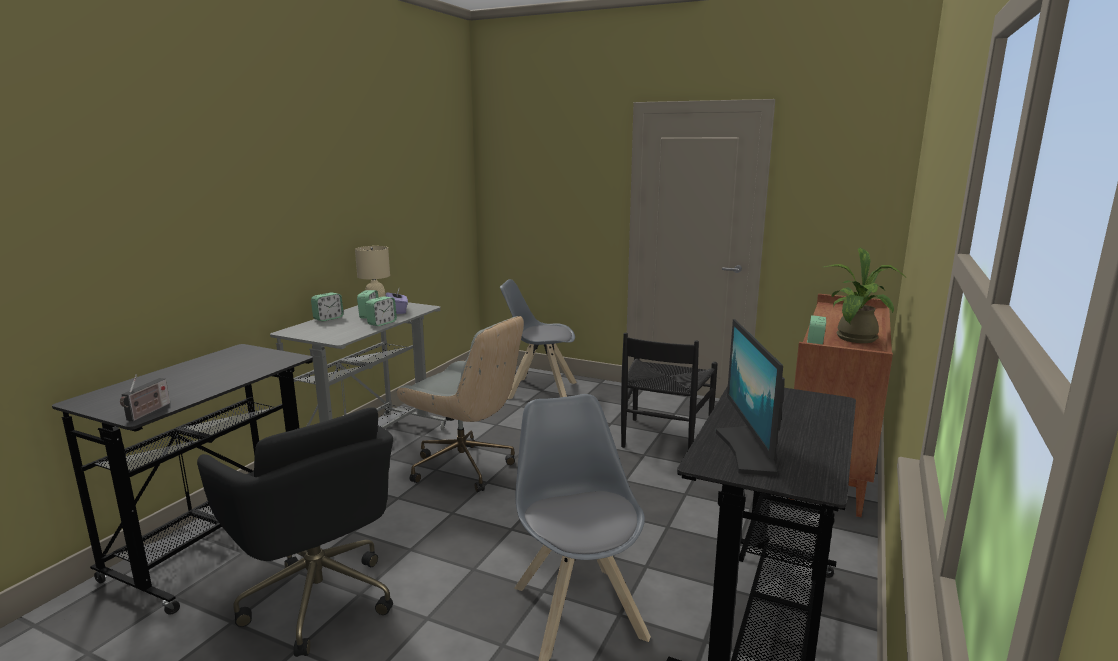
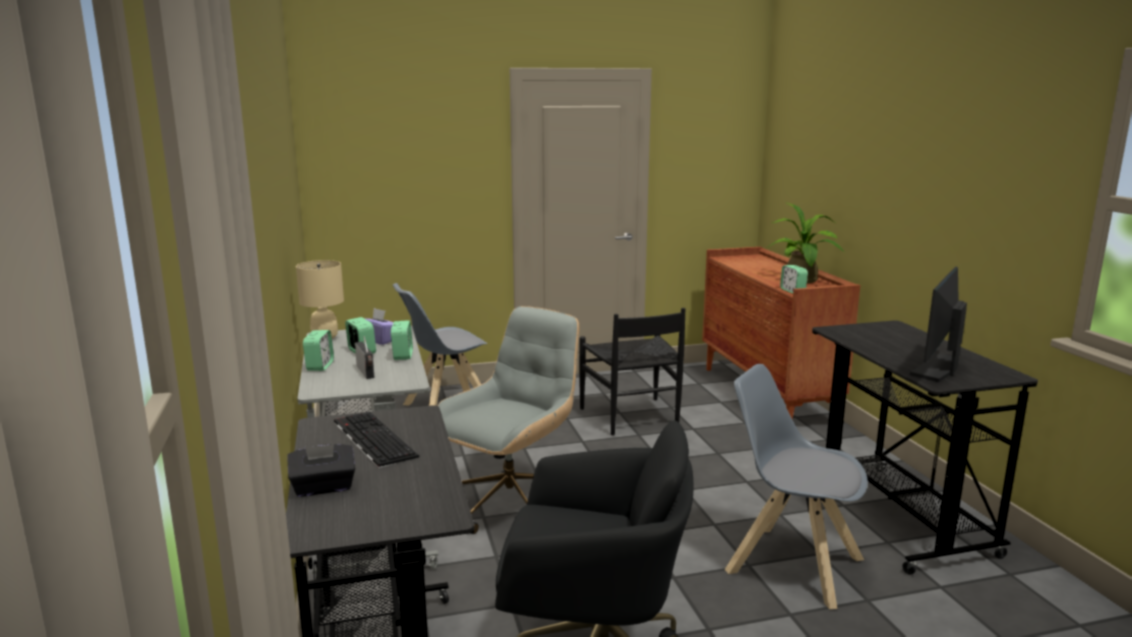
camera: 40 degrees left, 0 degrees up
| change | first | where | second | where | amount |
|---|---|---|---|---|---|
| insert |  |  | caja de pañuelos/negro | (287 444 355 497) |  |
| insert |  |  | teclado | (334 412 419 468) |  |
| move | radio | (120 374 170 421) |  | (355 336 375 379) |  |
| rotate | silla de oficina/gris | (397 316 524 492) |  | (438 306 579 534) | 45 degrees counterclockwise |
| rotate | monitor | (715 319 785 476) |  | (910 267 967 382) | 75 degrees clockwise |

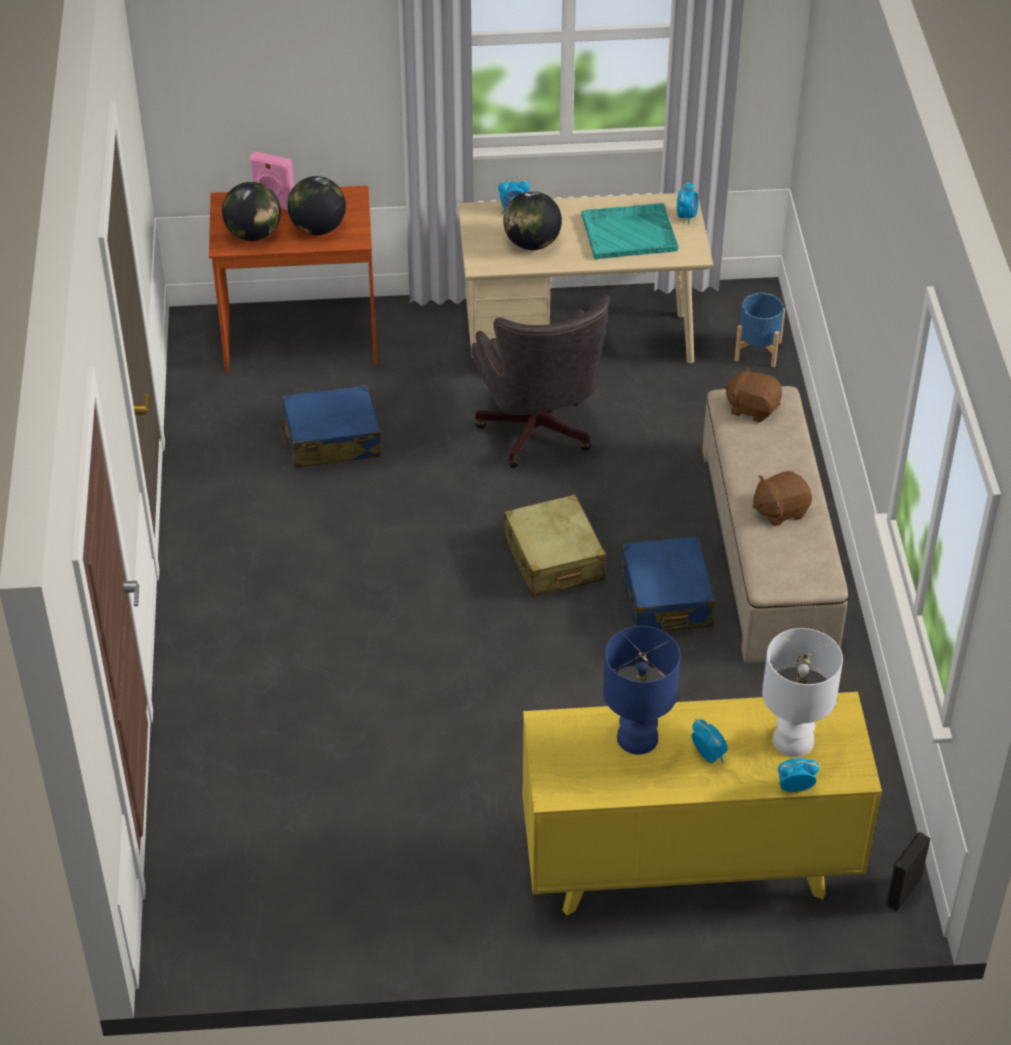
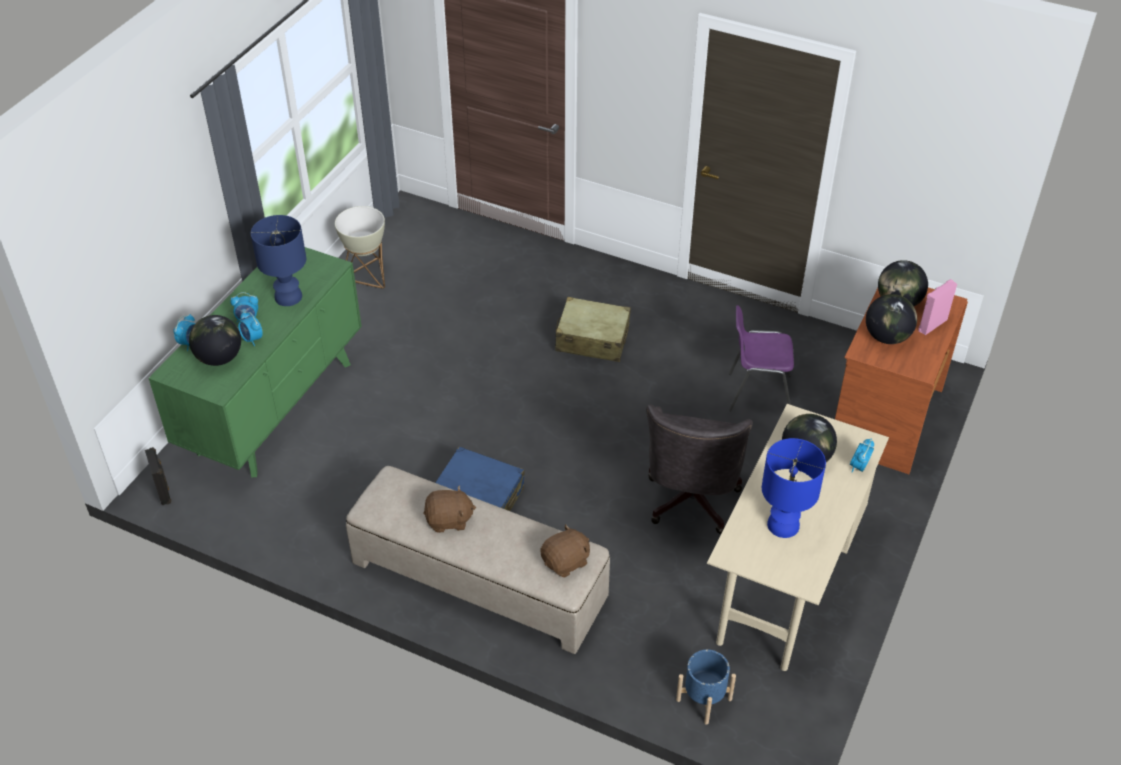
camera: 120 degrees right, 0 degrees up
| change | first | where | second | where | amount |
|---|---|---|---|---|---|
| recolor | cómoda/amarillo | (523 692 882 916) | cómoda/verde | (148 247 362 478) |  |
| replace | lámpara de mesa/blanco | (762 628 843 757) | globo terráqueo | (189 315 241 366) |  |
| move | despertador | (677 182 698 225) |  | (238 311 263 346) |  |
| insert |  |  | maceta | (335 206 385 289) |  |
| rotate | peluche/marrón | (752 471 812 526) |  | (423 485 476 533) | 75 degrees clockwise |
| move | maleta/beis | (504 494 606 597) |  | (555 297 631 362) |  |
| rotate | silla de oficina/gris | (472 295 610 468) |  | (646 404 753 534) | 90 degrees counterclockwise |
| replace | maleta/azul | (280 385 381 468) | silla/morado | (729 305 794 411) |  |
| replace | bandeja/turquesa | (581 203 678 260) | lámpara de mesa/azul | (762 438 826 538) |  |

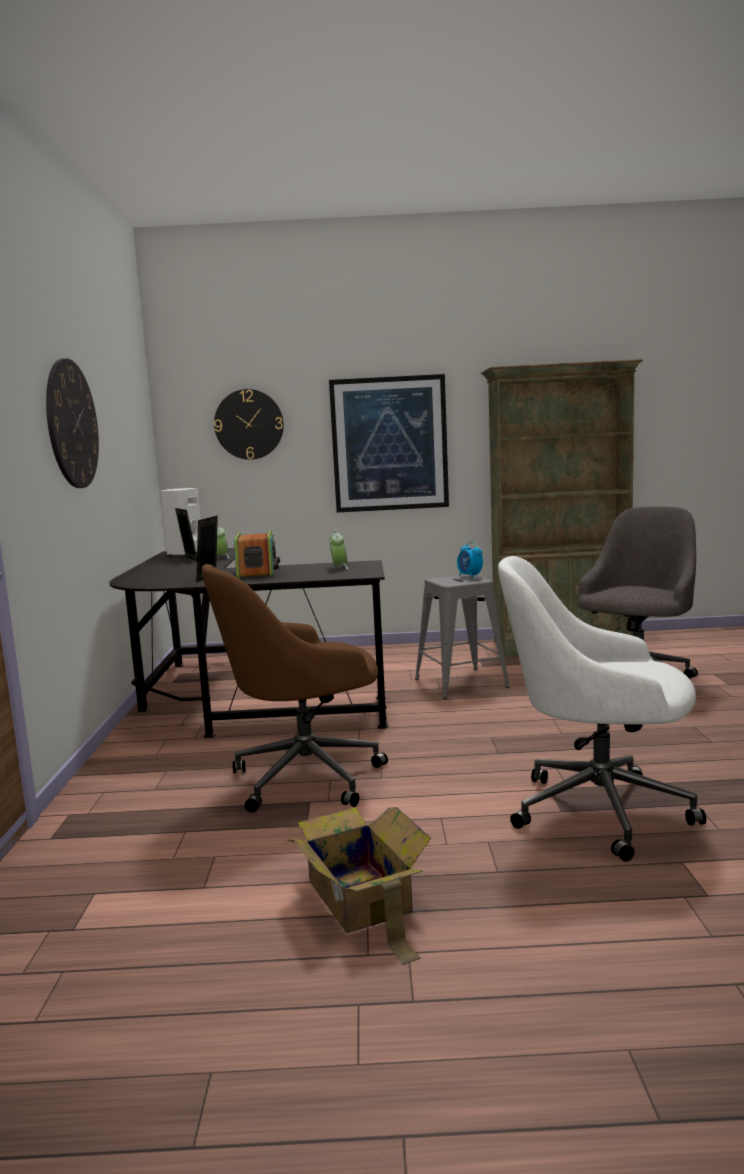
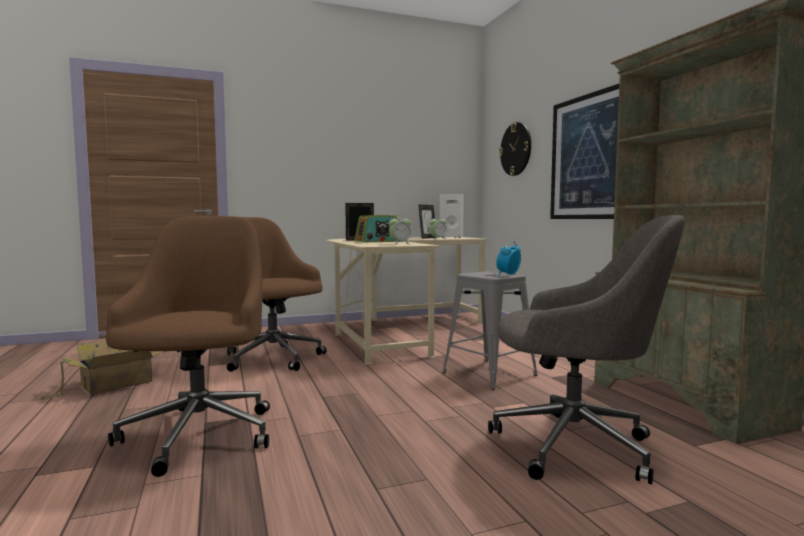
camera: 70 degrees right, 5 degrees down
| change | first | where | second | where | amount |
|---|---|---|---|---|---|
| recolor | silla de oficina/blanco | (498 556 706 862) | silla de oficina/marrón | (106 216 270 477) |  |
| recolor | escritorio/negro | (109 548 389 738) | escritorio/beis | (327 237 488 365) |  |
| delete | reloj de pared | (46 358 99 488) |  |  |  |

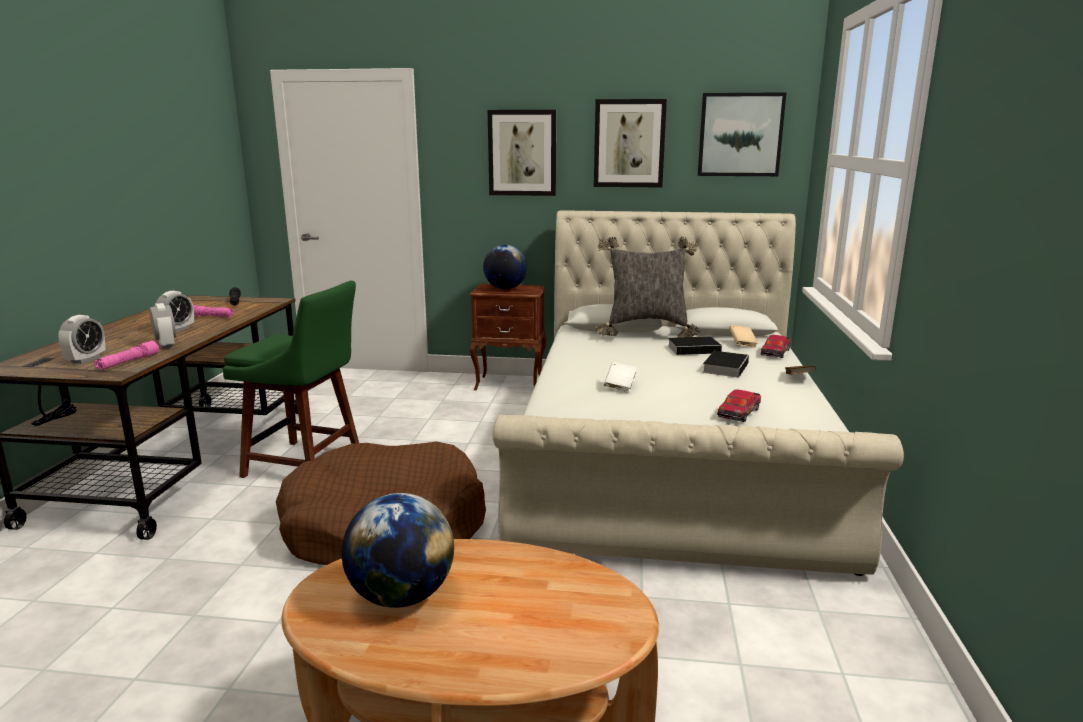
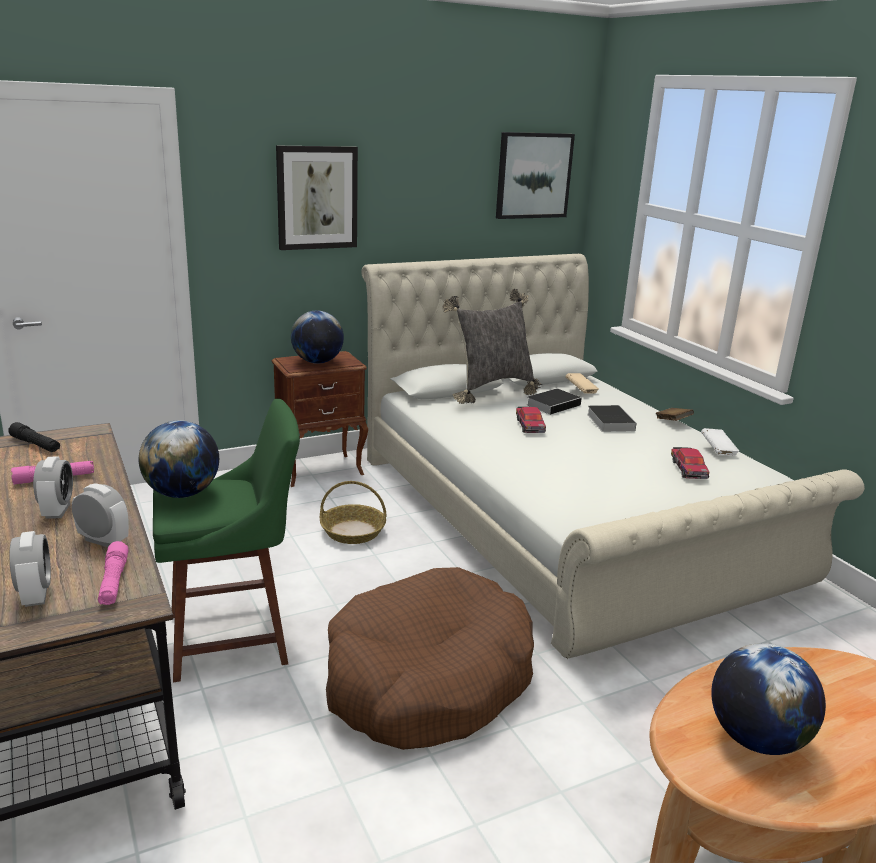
camera: 35 degrees left, 5 degrees up
| change | first | where | second | where | amount |
|---|---|---|---|---|---|
| insert |  |  | globo terráqueo | (139 420 219 498) |  |
| insert |  |  | cesta | (320 481 387 544) |  |
| move | coche de juguete | (761 335 791 358) |  | (516 407 546 433) |  |
| move | libro/blanco | (604 362 637 393) |  | (701 428 739 456) |  |
| delete | cuadro | (594 99 667 187) |  |  |  |

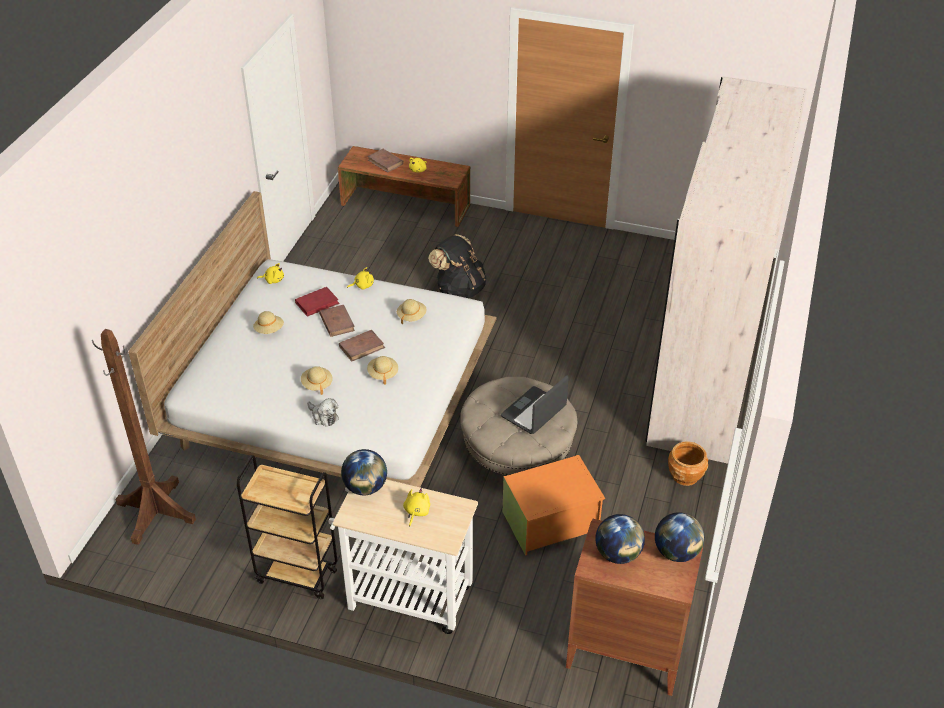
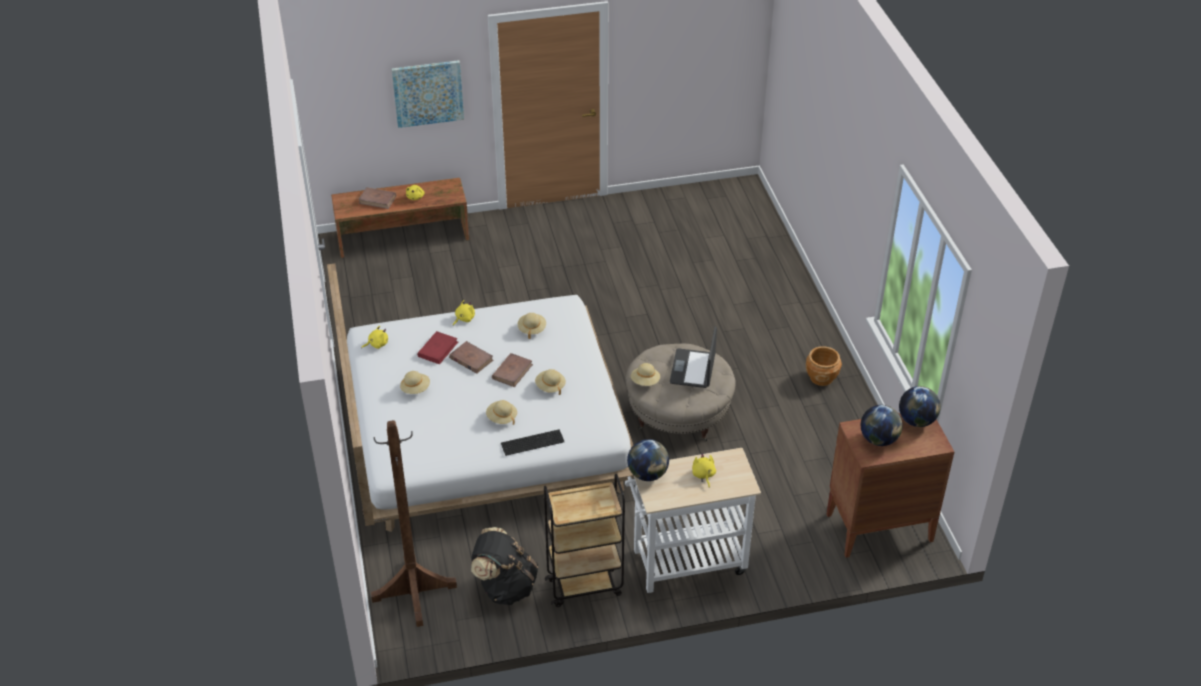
camera: 30 degrees left, 0 degrees up
| change | first | where | second | where | amount |
|---|---|---|---|---|---|
| insert |  |  | cuadro | (392 60 464 128) |  |
| move | mochila/negro | (428 234 486 298) |  | (471 527 538 605) |  |
| replace | peluche | (307 398 339 426) | teclado | (501 429 564 456) |  |
| insert |  |  | sombrero/beis | (631 363 660 386) |  |
| delete | caja de almacenaje/naranja | (503 455 605 556) |  |  |  |
| delete | armario ropero/beis | (645 76 807 464) |  |  |  |

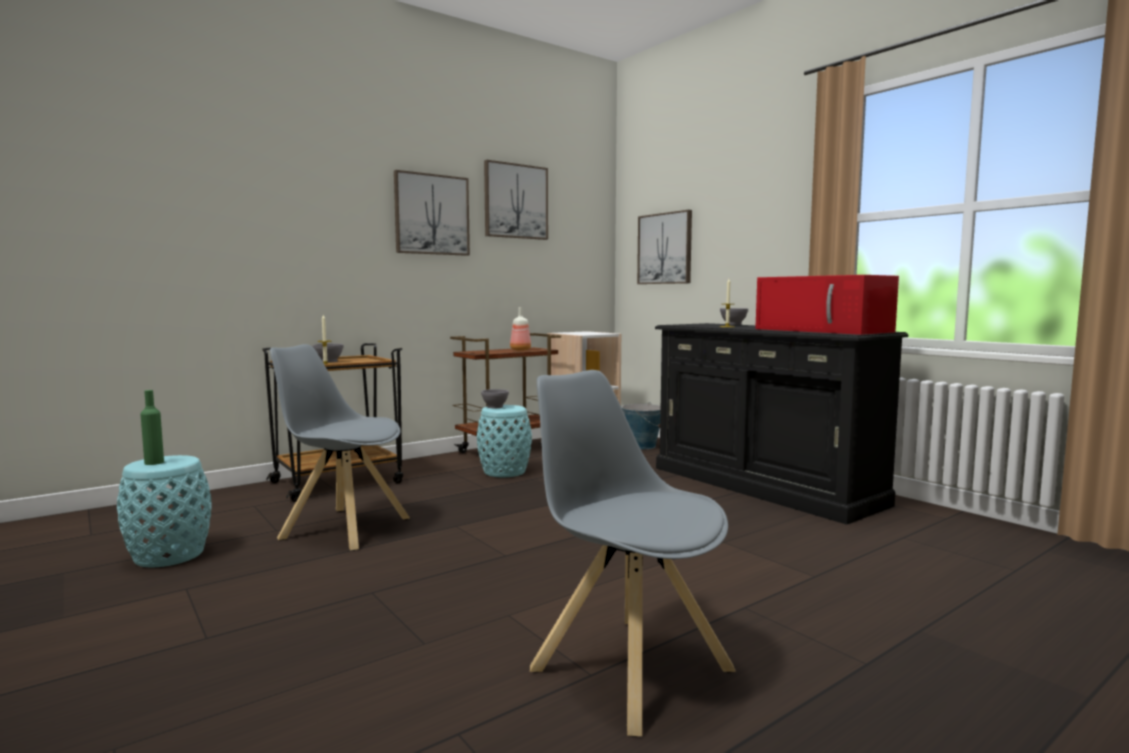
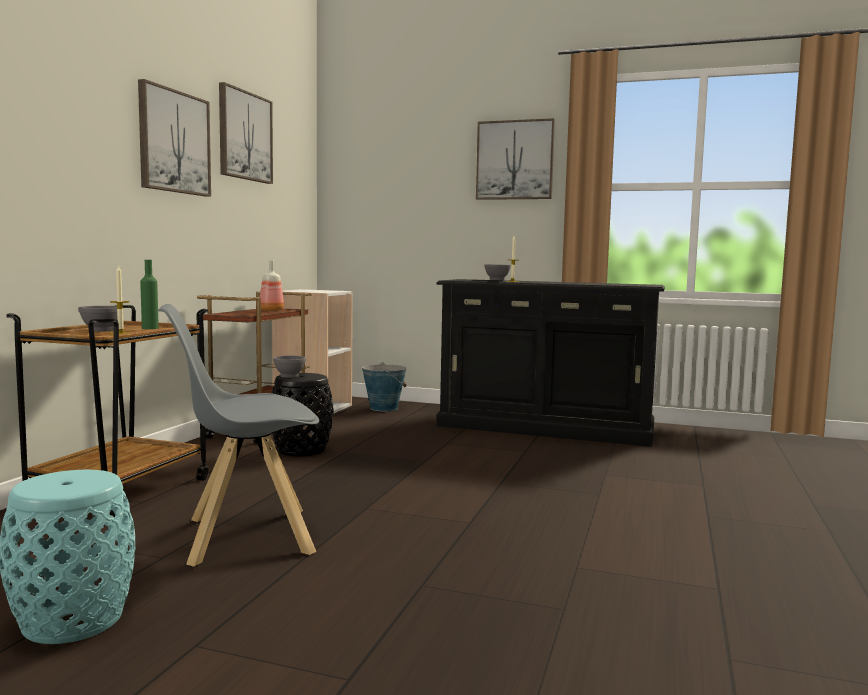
camera: 35 degrees left, 0 degrees up
| change | first | where | second | where | amount |
|---|---|---|---|---|---|
| move | botella/verde | (140 390 164 465) |  | (140 260 159 329) |  |
| recolor | taburete/turquesa | (477 405 532 477) | taburete/negro | (271 373 333 456) |  |
| move | cuadro | (637 210 692 284) |  | (476 118 555 200) |  |
| delete | silla/gris | (530 370 736 737) |  |  |  |
| delete | microondas/rojo | (755 275 899 335) |  |  |  |

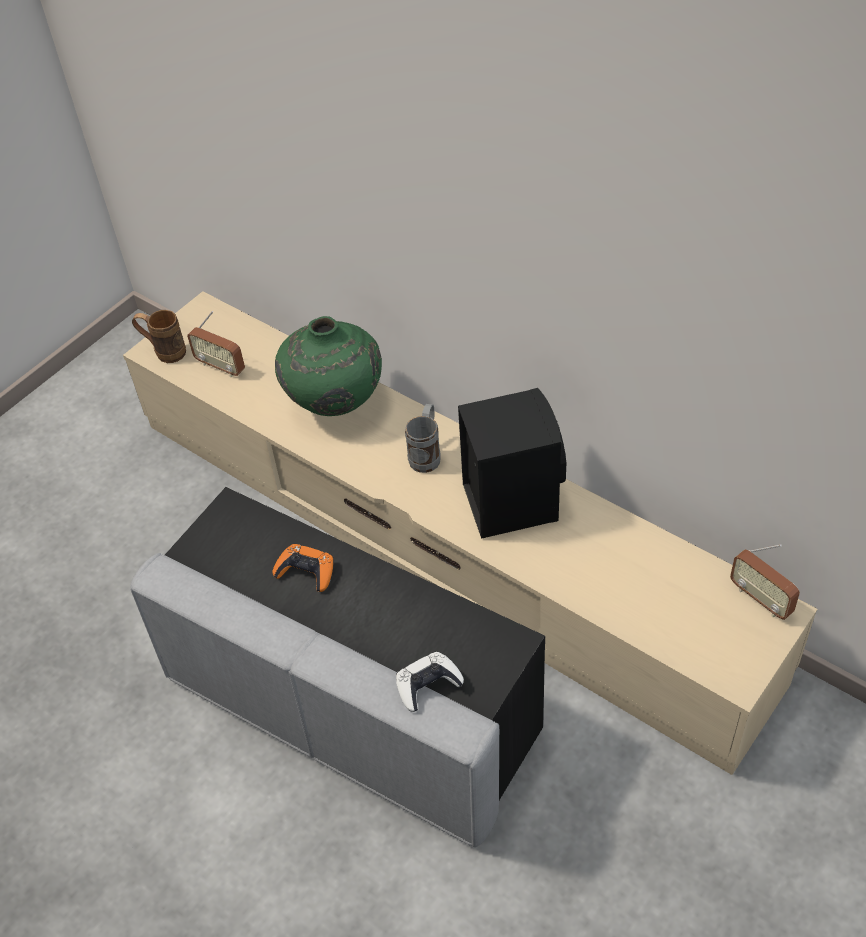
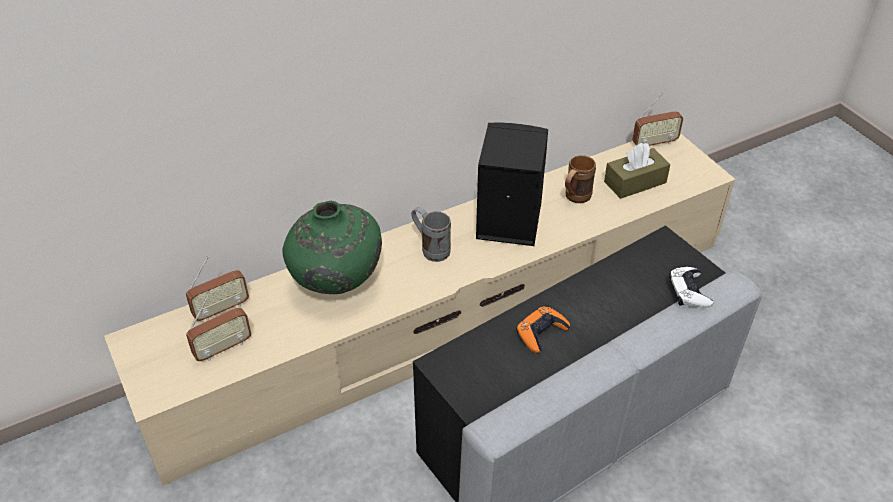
camera: 70 degrees left, 5 degrees down
| change | first | where | second | where | amount |
|---|---|---|---|---|---|
| insert |  |  | radio | (186 256 249 321) |  |
| move | taza grande/marrón | (132 310 186 363) |  | (565 155 596 203) |  |
| insert |  |  | caja de pañuelos/marrón | (604 143 670 199) |  |

